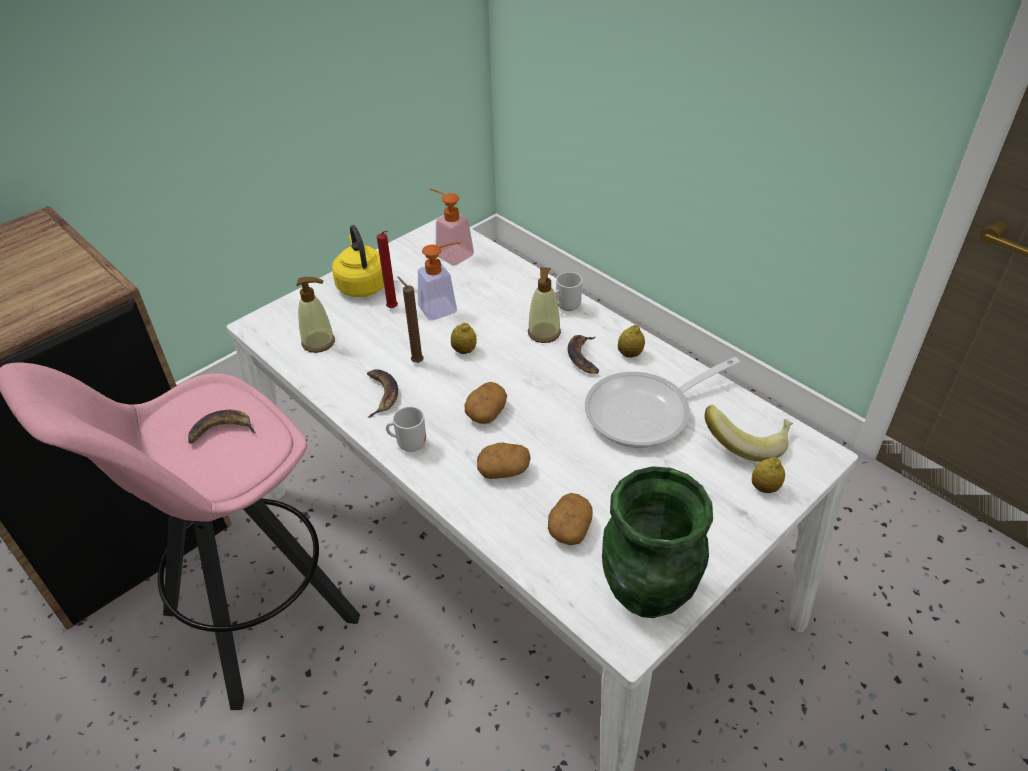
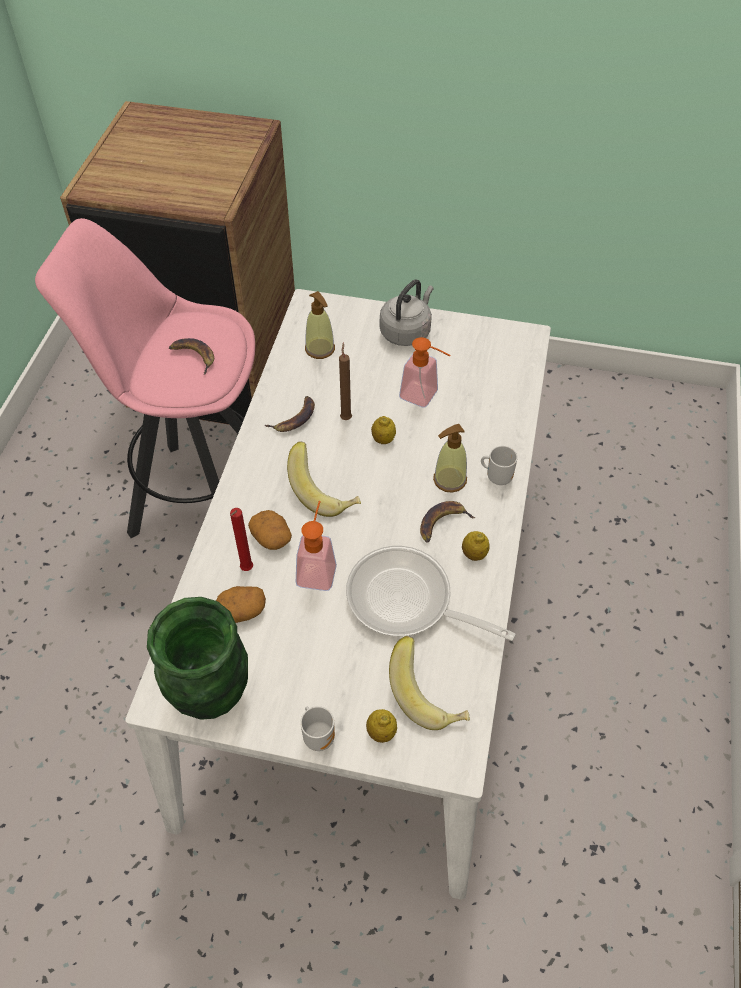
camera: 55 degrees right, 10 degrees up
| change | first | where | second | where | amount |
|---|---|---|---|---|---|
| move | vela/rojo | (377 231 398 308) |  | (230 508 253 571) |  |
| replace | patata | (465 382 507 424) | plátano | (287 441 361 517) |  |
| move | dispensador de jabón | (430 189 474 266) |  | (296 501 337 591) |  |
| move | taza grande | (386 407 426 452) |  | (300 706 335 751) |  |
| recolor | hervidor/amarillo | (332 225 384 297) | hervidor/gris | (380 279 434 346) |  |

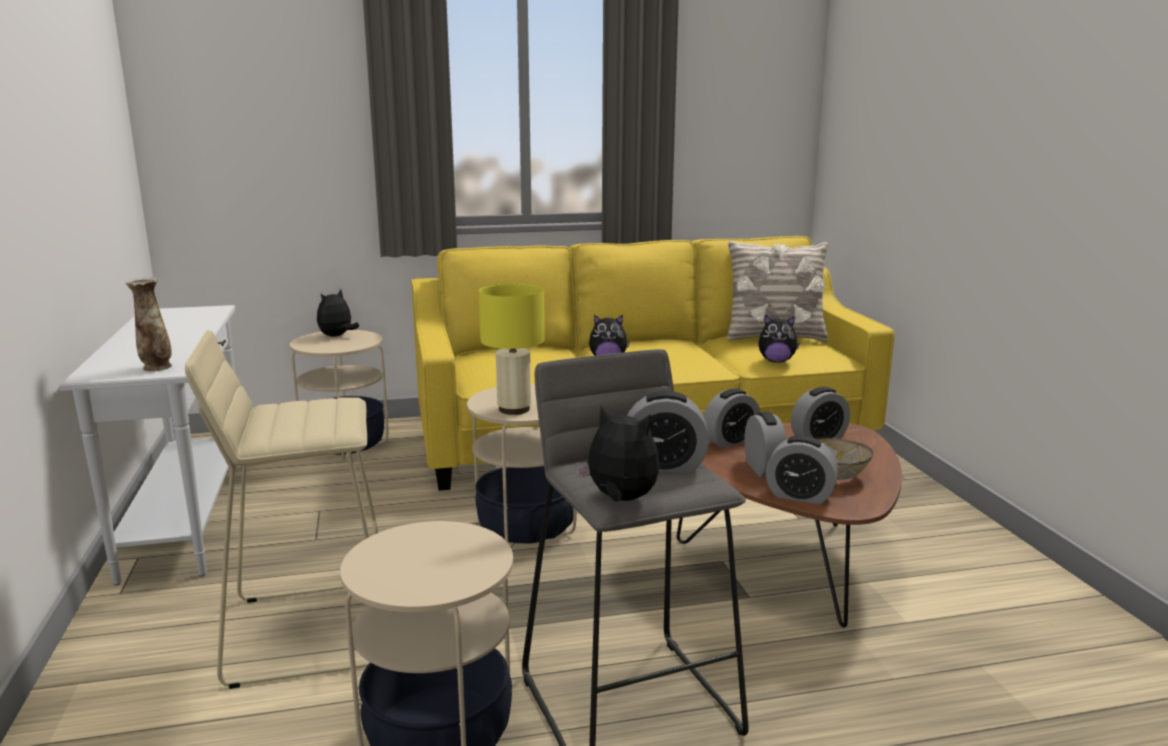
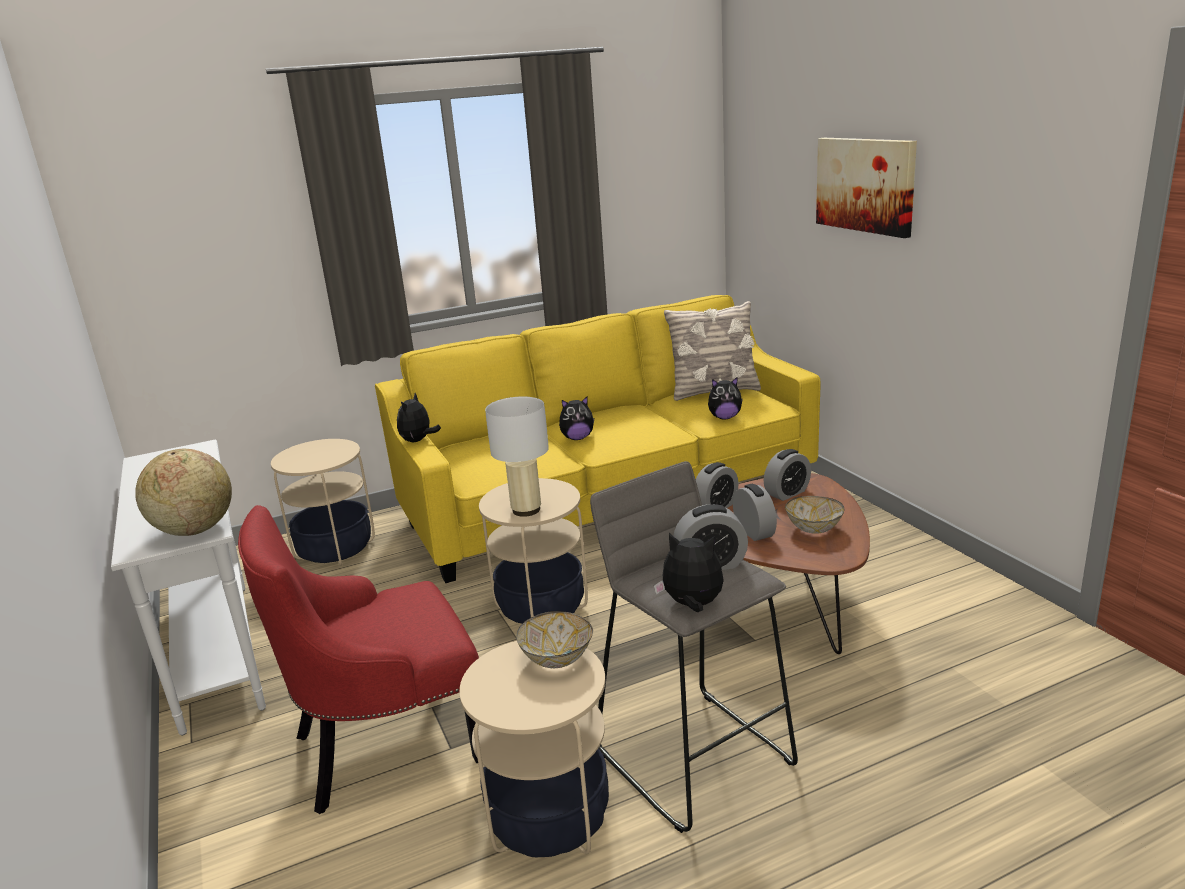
camera: 10 degrees left, 5 degrees up
| change | first | where | second | where | amount |
|---|---|---|---|---|---|
| replace | florero | (125 277 172 371) | globo terráqueo | (135 449 232 536) |  |
| replace | taburete/beis | (185 330 378 689) | sillón/rojo | (238 505 479 814) |  |
| move | peluche | (317 289 359 337) |  | (397 393 441 442) |  |
| recolor | lámpara de mesa/amarillo | (479 283 545 415) | lámpara de mesa/blanco | (485 396 549 517) |  |
| insert |  |  | cuenco | (516 611 593 668) |  |
| insert |  |  | cuadro | (816 138 917 238) |  |
| delete | despertador | (766 436 838 504) |  |  |  |

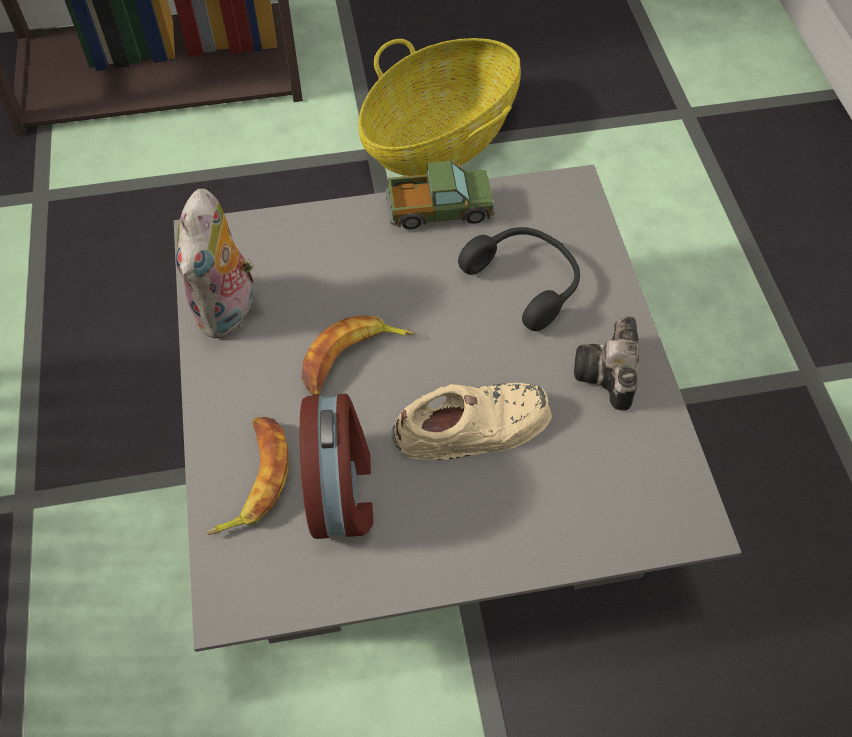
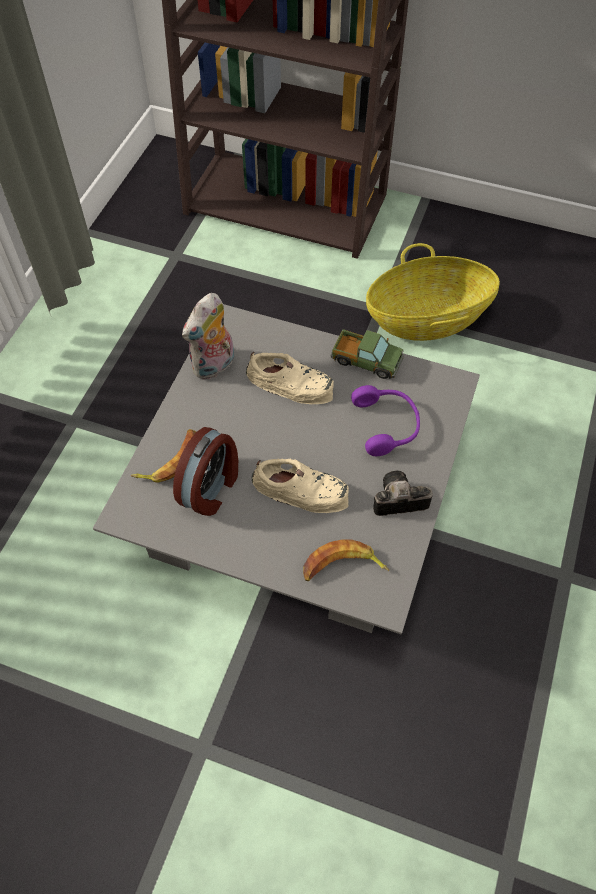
camera: 30 degrees right, 0 degrees up
| change | first | where | second | where | amount |
|---|---|---|---|---|---|
| insert |  |  | zapato/beis | (246 352 334 404) |  |
| move | plátano | (302 316 415 396) |  | (303 540 389 581) |  |
| recolor | auriculares/negro | (458 227 580 331) | auriculares/morado | (351 385 420 456) |  |
| rotate | cámara | (574 316 639 411) |  | (373 471 433 516) | 45 degrees clockwise |

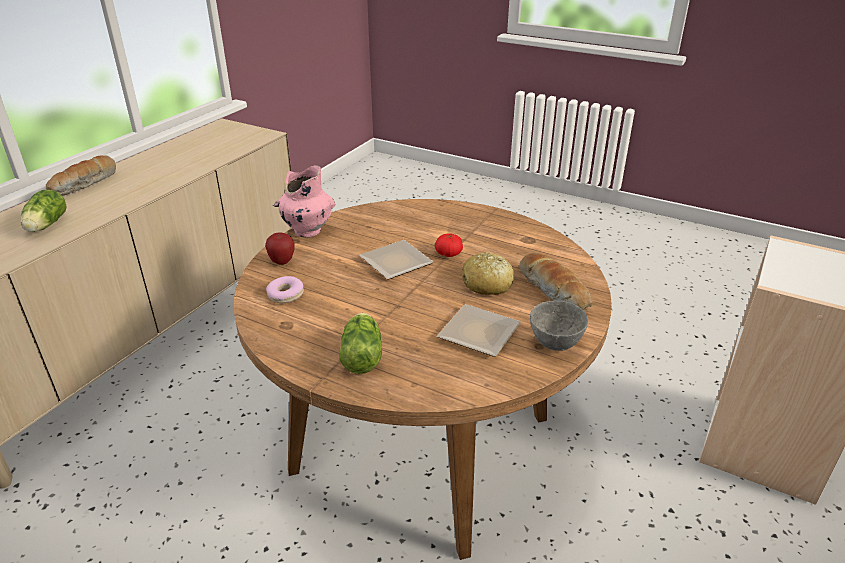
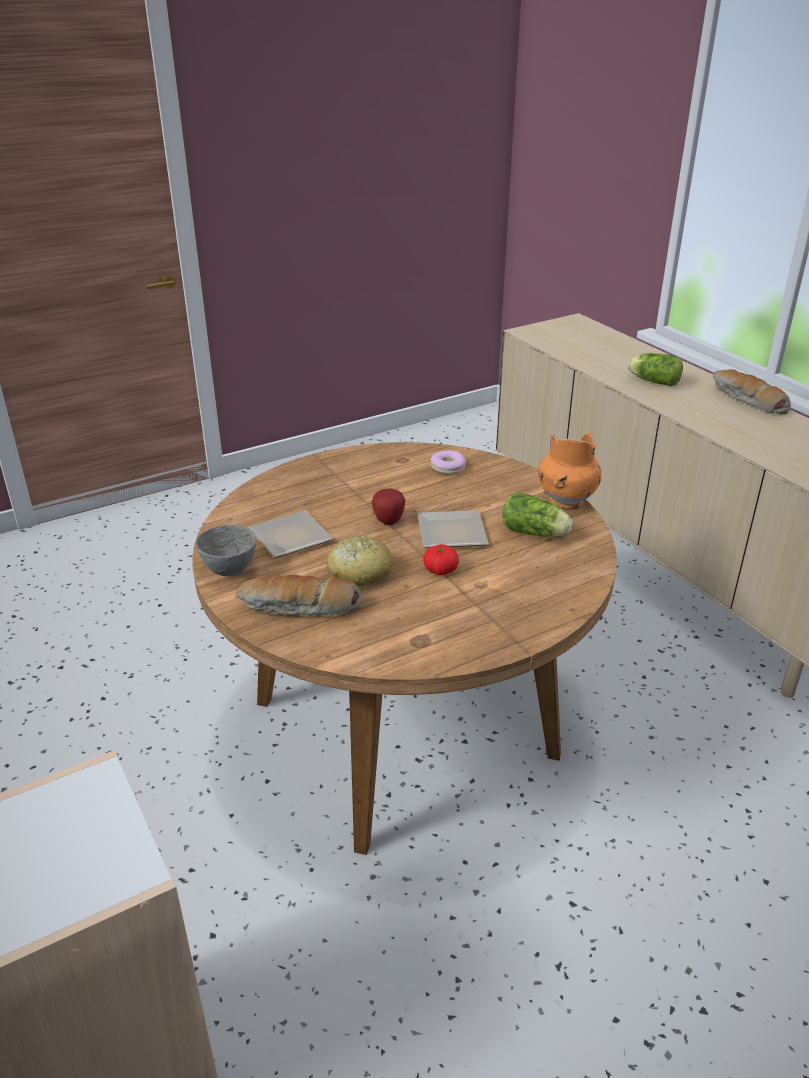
camera: 120 degrees right, 0 degrees up
| change | first | where | second | where | amount |
|---|---|---|---|---|---|
| move | manzana | (265 232 295 265) |  | (372 489 406 525) |  |
| move | lechuga | (339 313 382 374) |  | (502 492 573 537) |  |
| recolor | florero/rosa | (273 165 335 238) | florero/naranja | (538 432 601 510) |  |

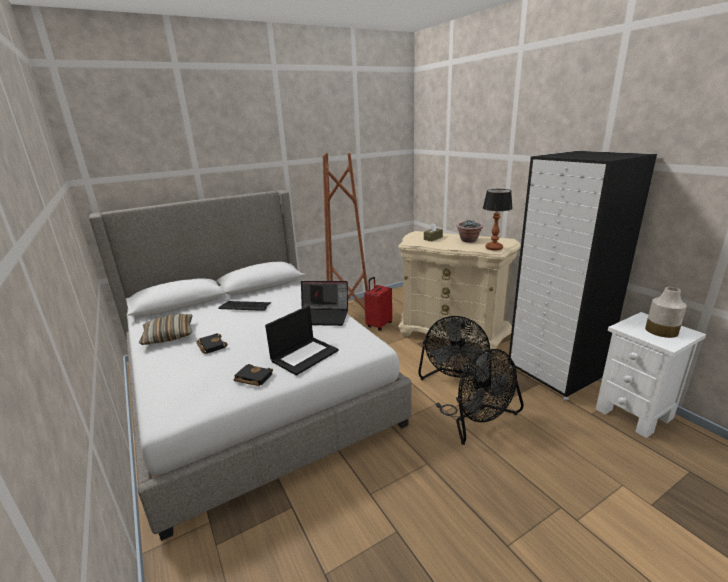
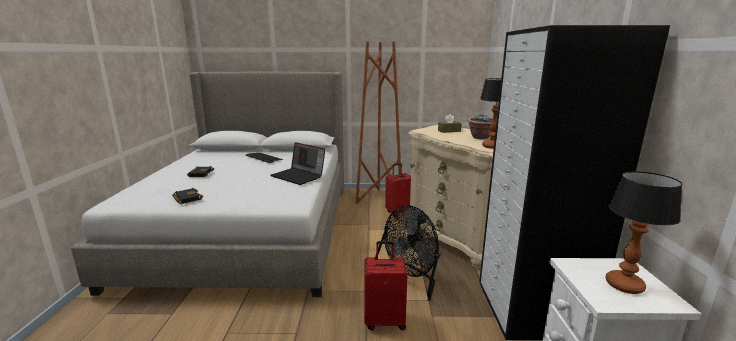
camera: 30 degrees right, 5 degrees down
| change | first | where | second | where | amount |
|---|---|---|---|---|---|
| replace | ventilador/negro | (436 349 524 445) | maleta/rojo | (364 241 407 330) |  |
| replace | florero/beis | (645 287 687 338) | lámpara de mesa | (606 171 683 294) |  |
| delete | cojín | (139 314 192 345) |  |  |  |
| delete | portátil | (265 305 339 376) |  |  |  |

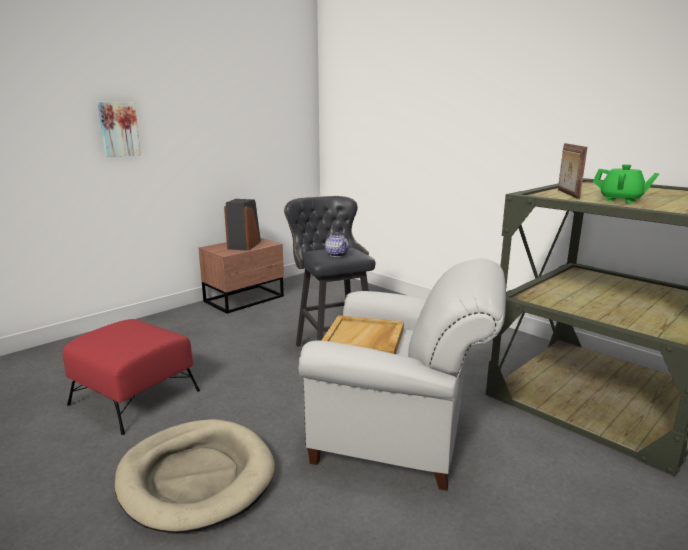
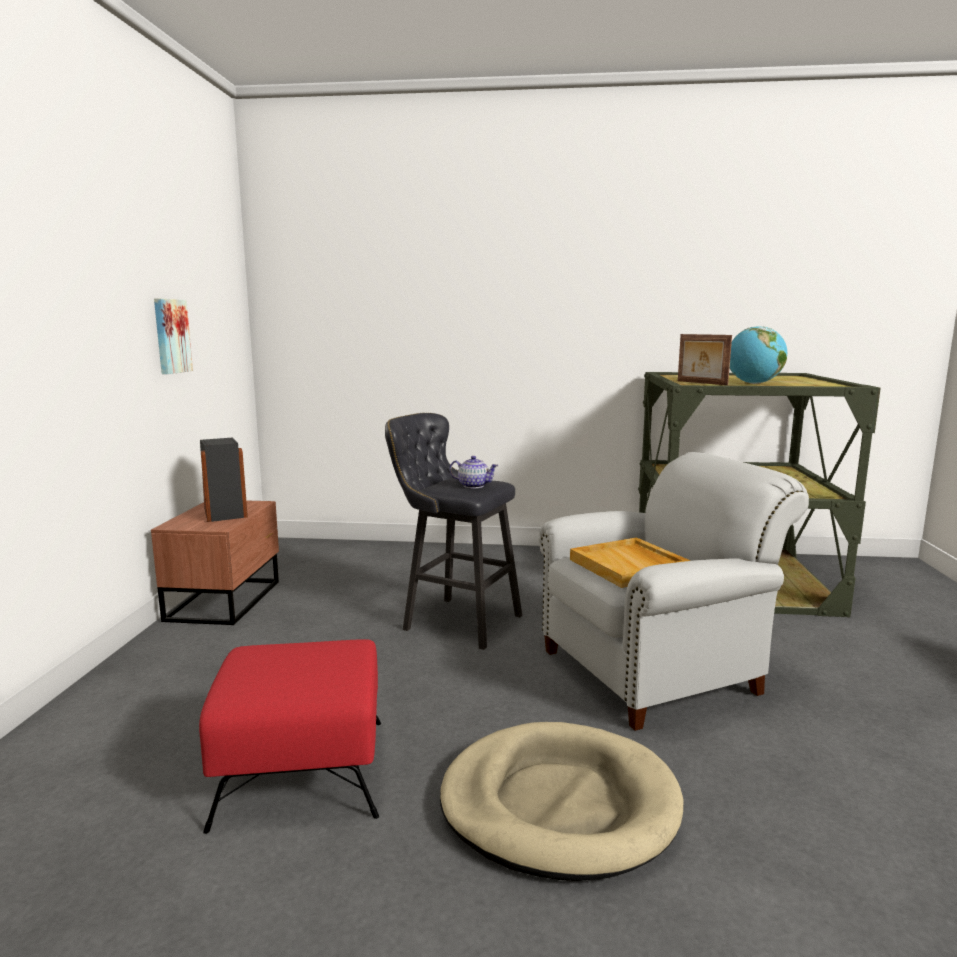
camera: 40 degrees left, 5 degrees down
| change | first | where | second | where | amount |
|---|---|---|---|---|---|
| move | cuadro | (97 102 141 157) |  | (154 298 193 374) |  |
| replace | tetera/verde | (593 164 659 203) | globo terráqueo | (730 326 787 384) |  |

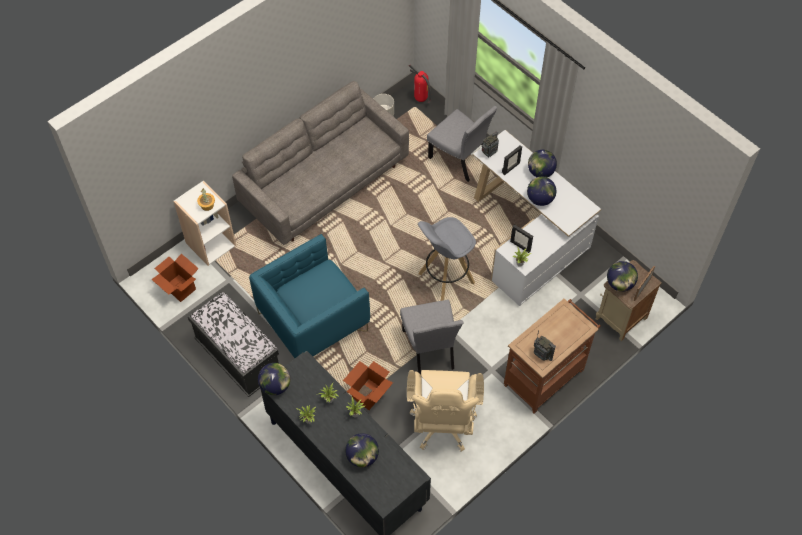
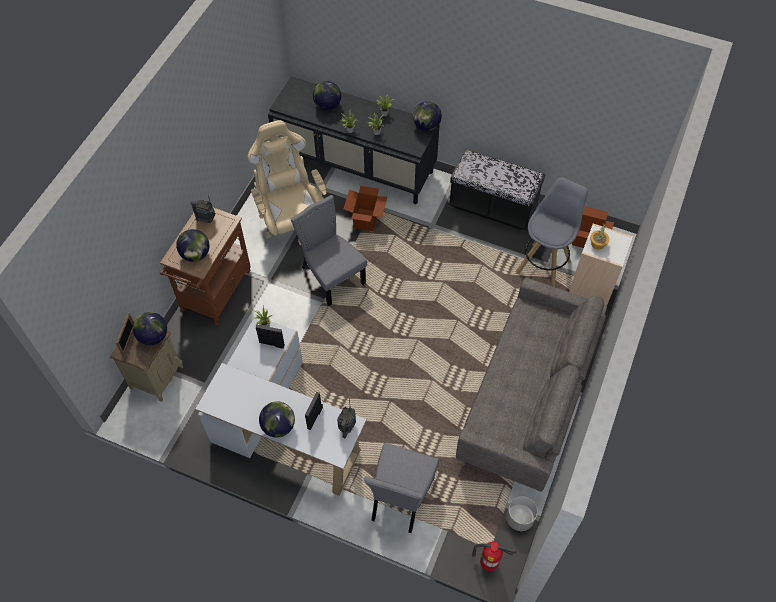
camera: 155 degrees right, 0 degrees up
| change | first | where | second | where | amount |
|---|---|---|---|---|---|
| move | globo terráqueo | (527 177 557 206) |  | (176 229 209 262) |  |
| rotate | silla/gris | (427 106 497 182) |  | (364 443 439 533) | 90 degrees counterclockwise |
| move | taburete/gris | (418 217 476 301) |  | (515 177 588 287) |  |
| delete | sillón/azul | (249 234 370 358) |  |  |  |

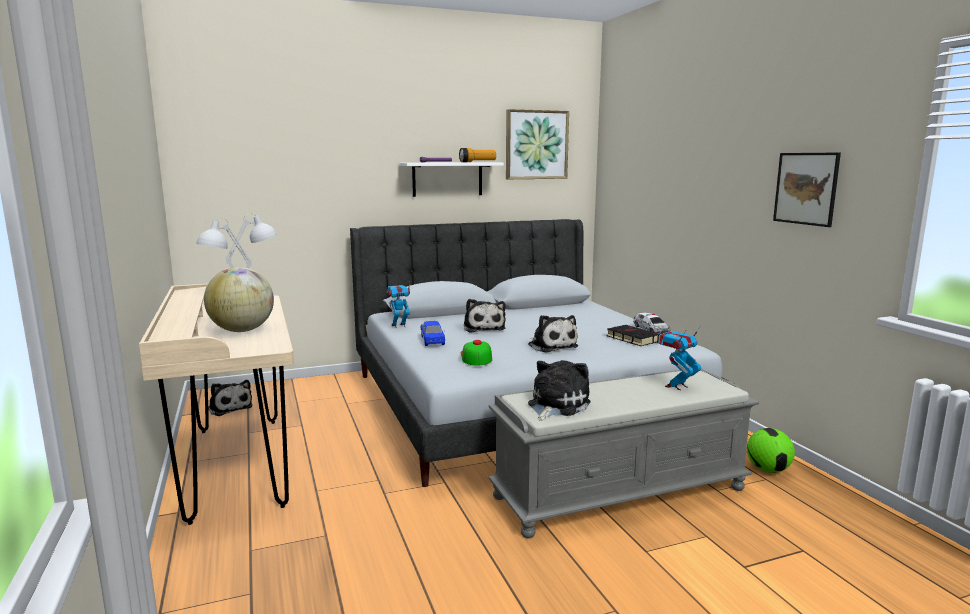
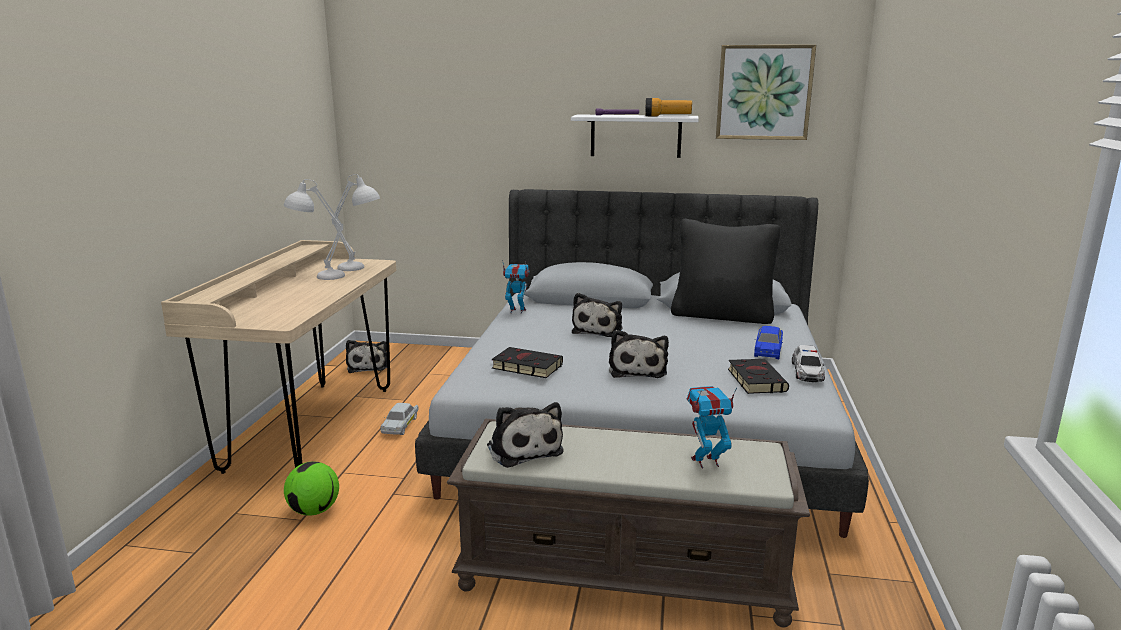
camera: 30 degrees right, 5 degrees up
| change | first | where | second | where | amount |
|---|---|---|---|---|---|
| move | balón de fútbol | (747 428 795 473) |  | (284 461 339 516) |  |
| insert |  |  | coche de juguete/blanco | (380 403 419 435) |  |
| recolor | banco/gris | (488 369 759 539) | banco/marrón | (447 419 810 627) |  |
| rotate | peluche | (528 360 591 421) |  | (487 402 563 468) | 90 degrees clockwise |
| replace | gorra | (461 340 492 366) | libro/negro | (492 347 563 378) |  |
| insert |  |  | cojín/negro | (671 219 780 324) |  |
| move | coche de juguete/azul | (421 321 445 346) |  | (754 326 783 359) |  |
| delete | globo terráqueo | (204 267 274 332) |  |  |  |
| delete | cuadro | (773 153 841 227) |  |  |  |

